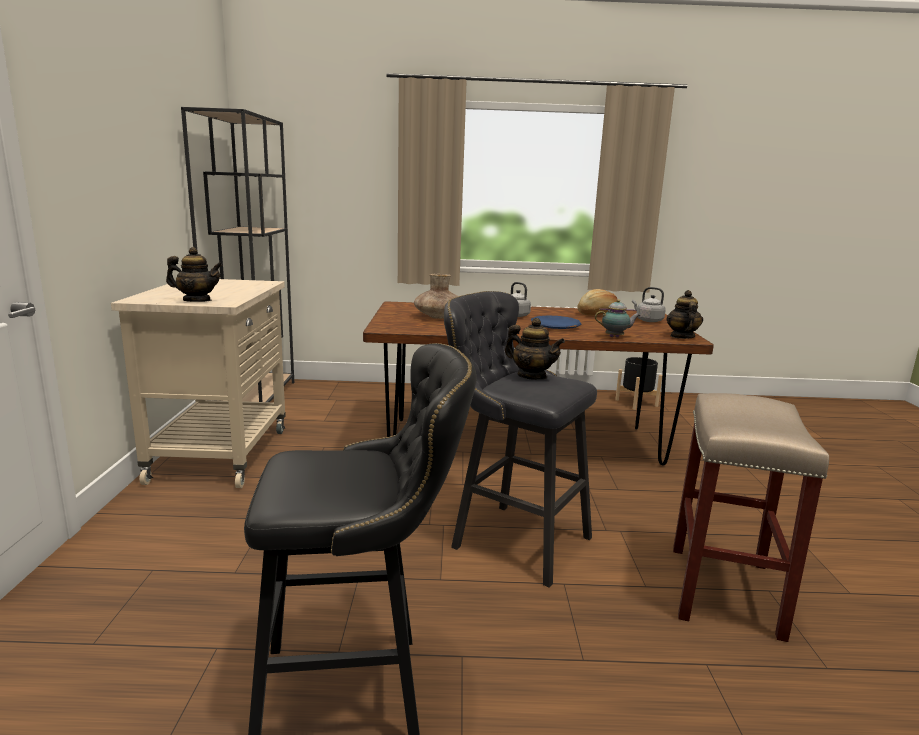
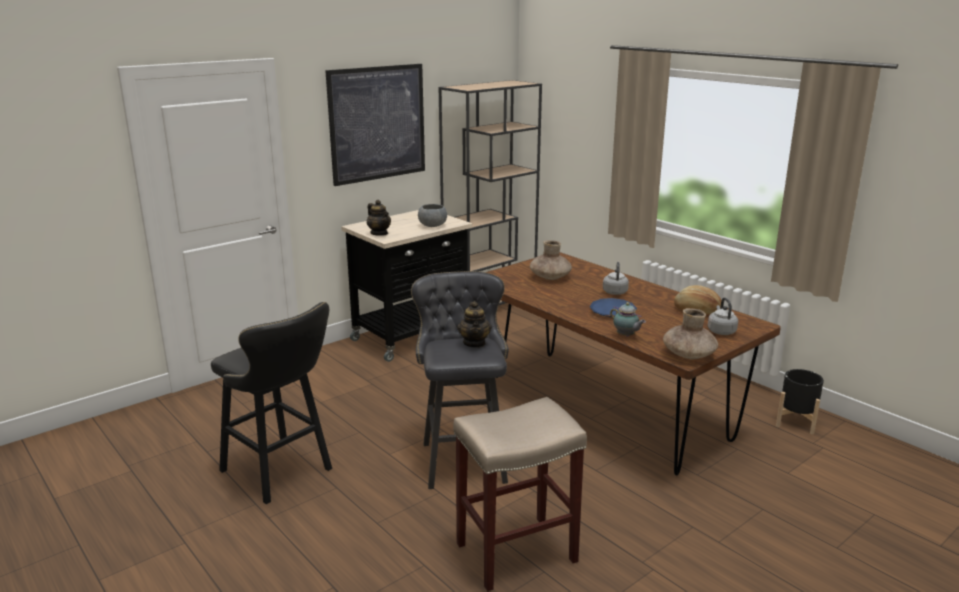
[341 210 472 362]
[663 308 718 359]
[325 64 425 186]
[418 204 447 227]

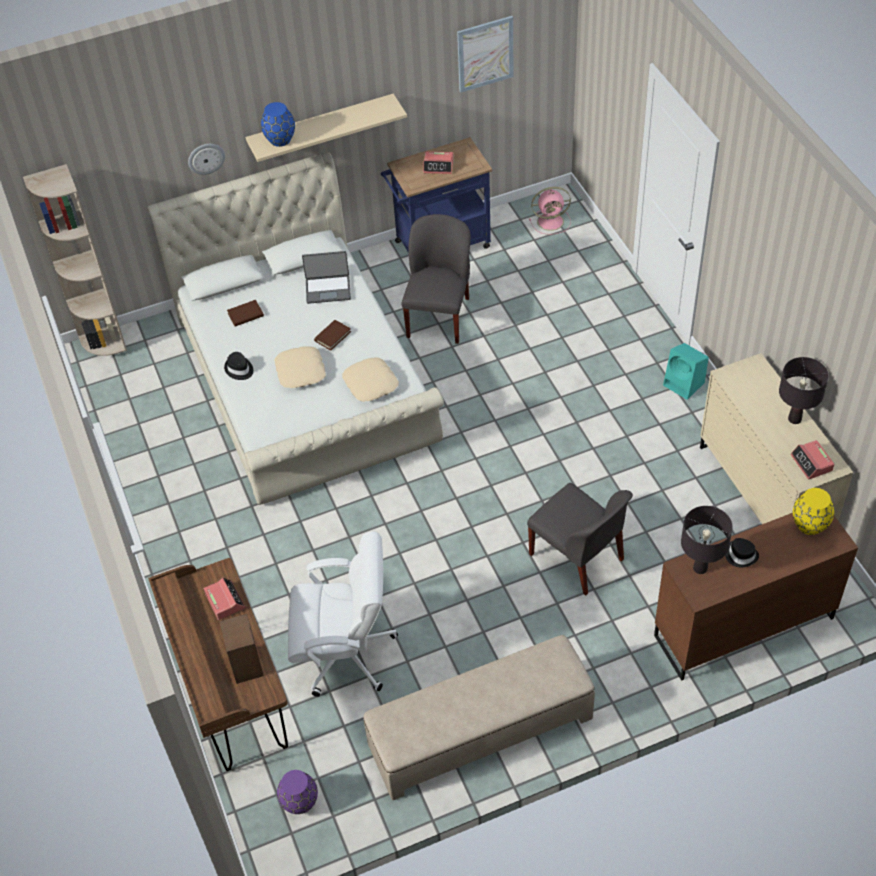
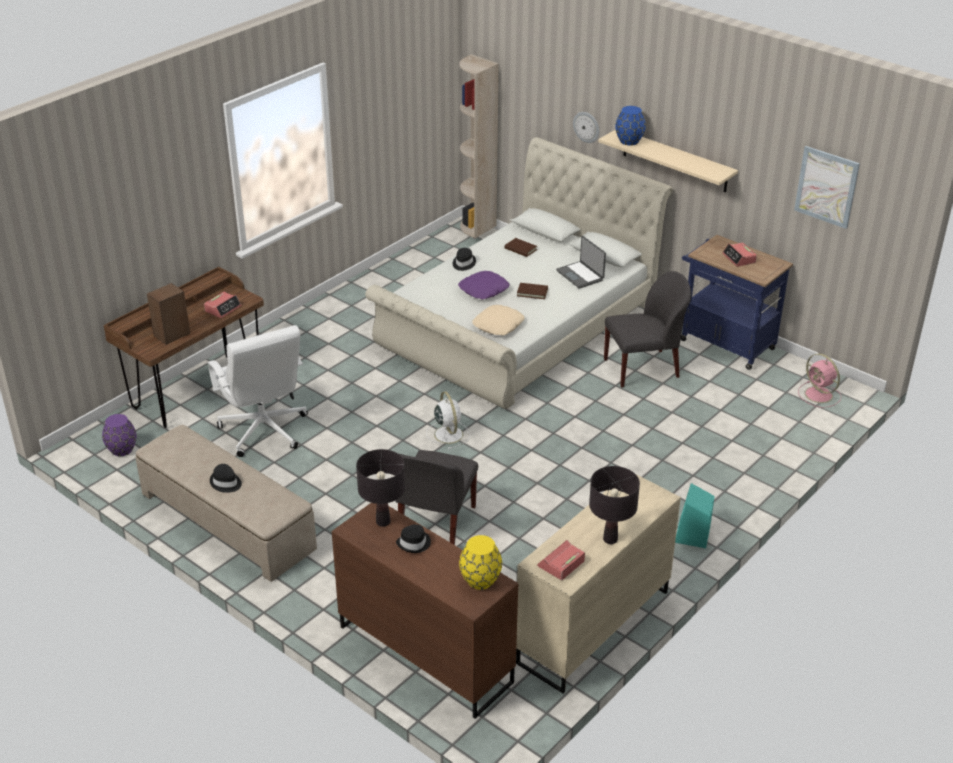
[458 271 509 300]
[210 464 242 493]
[426 391 469 449]

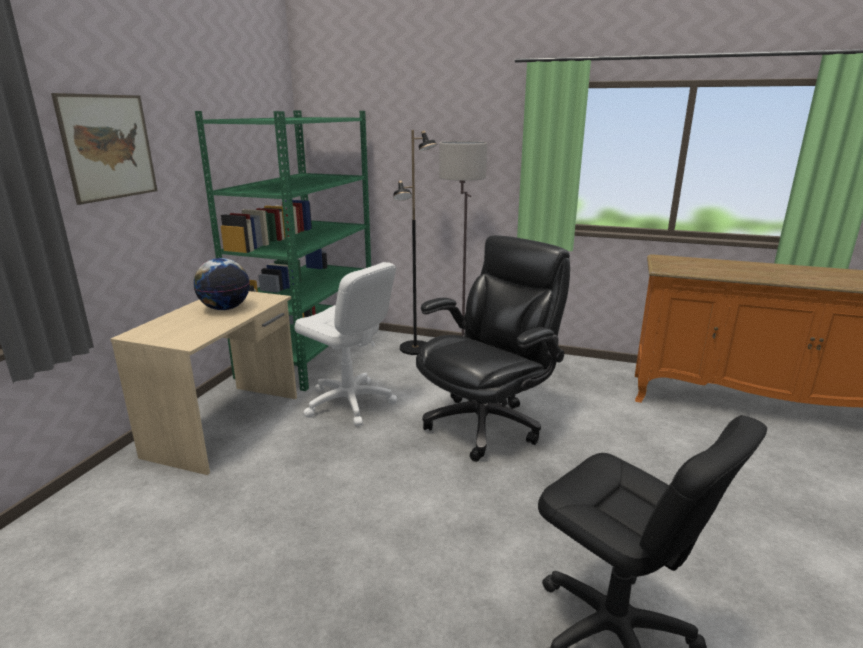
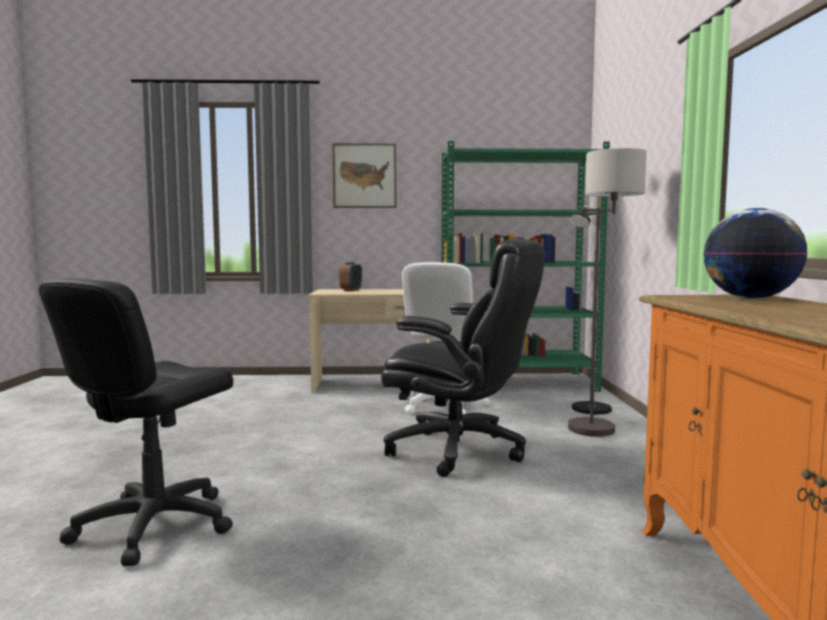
[703 208 808 299]
[340 262 362 291]

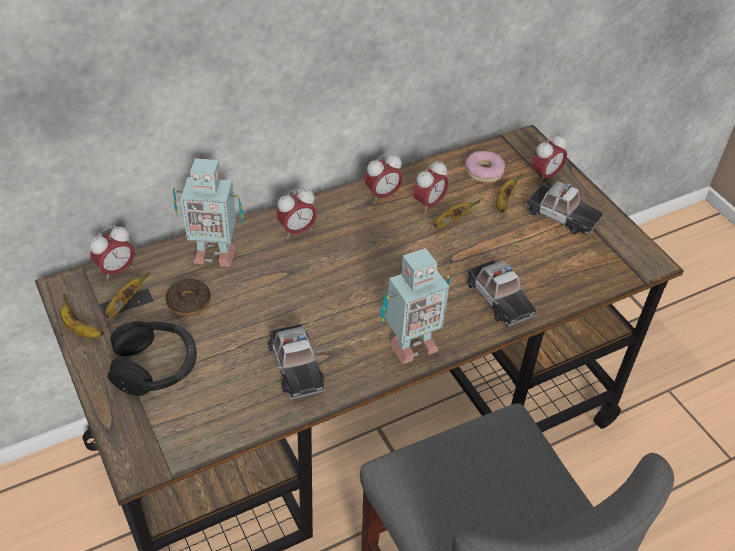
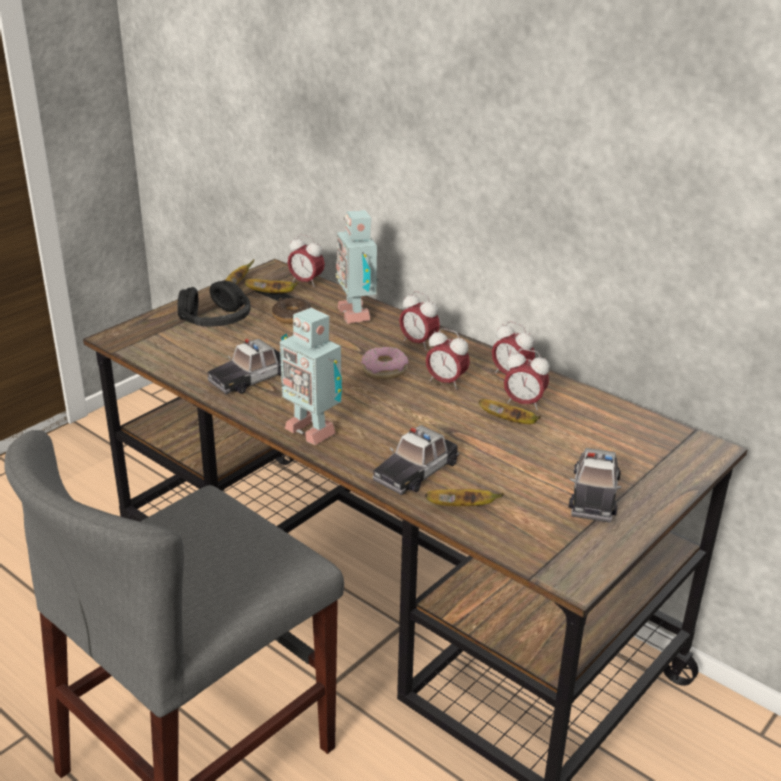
[361 347 408 379]
[425 489 504 506]
[426 328 470 390]

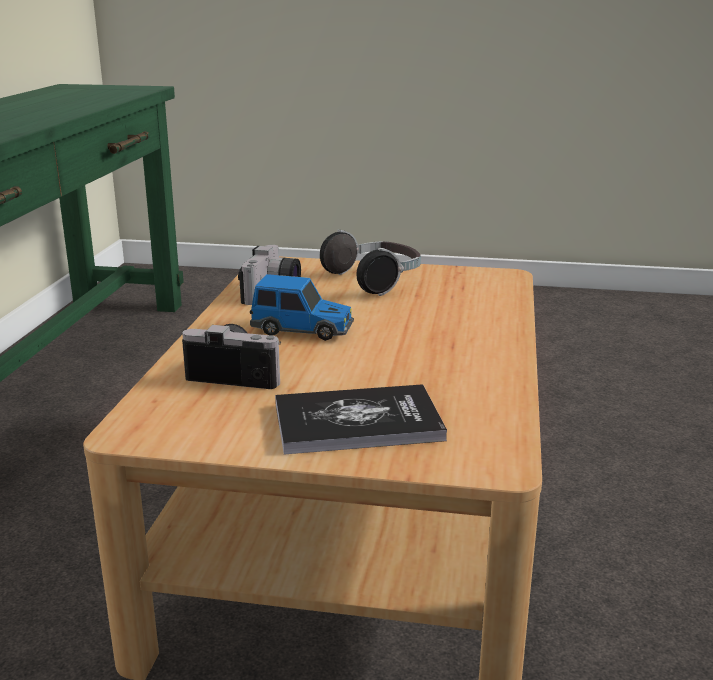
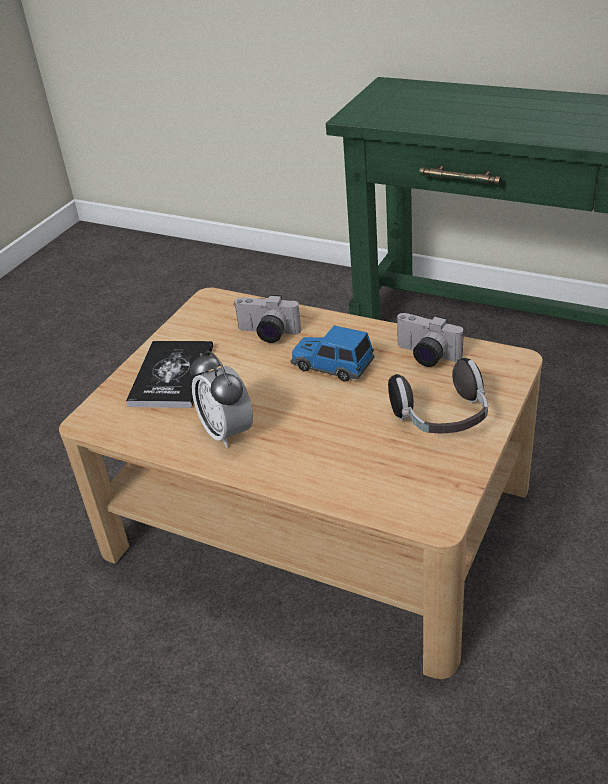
[233 295 301 343]
[290 325 375 381]
[190 350 253 448]

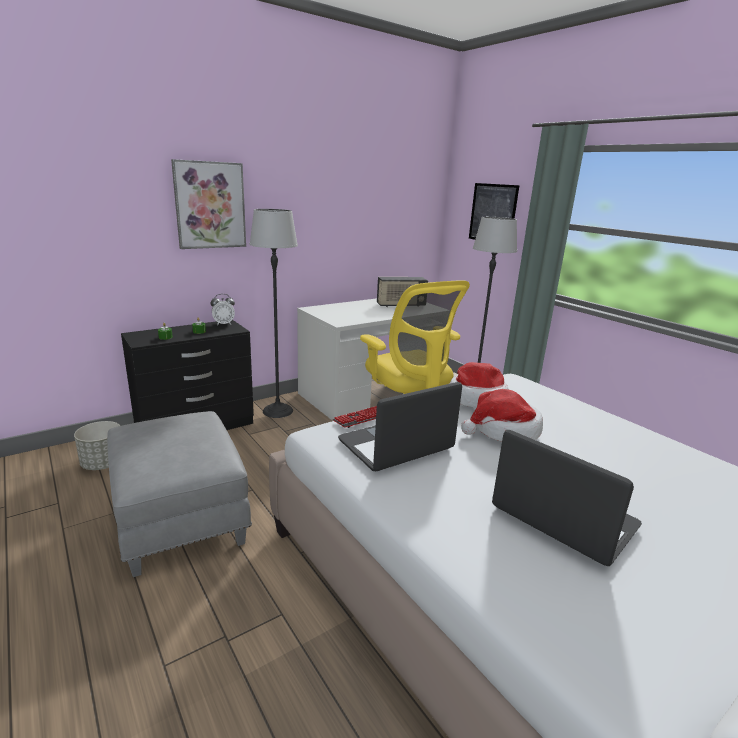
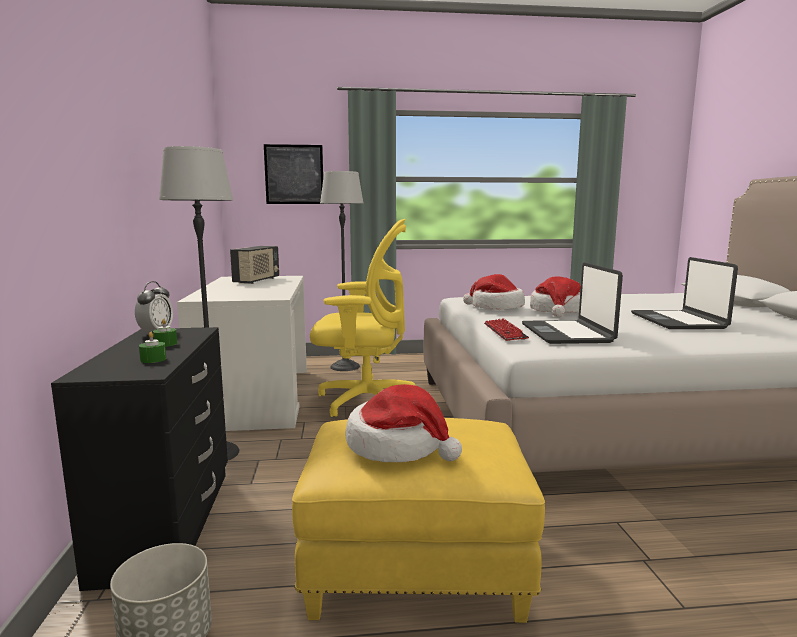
[292 418 545 623]
[171 159 246 249] (first image)
[631 257 738 329]
[345 384 462 462]

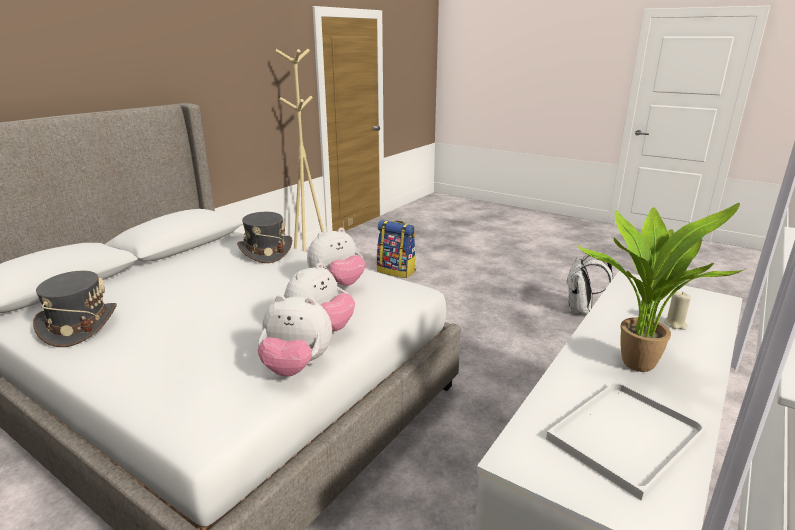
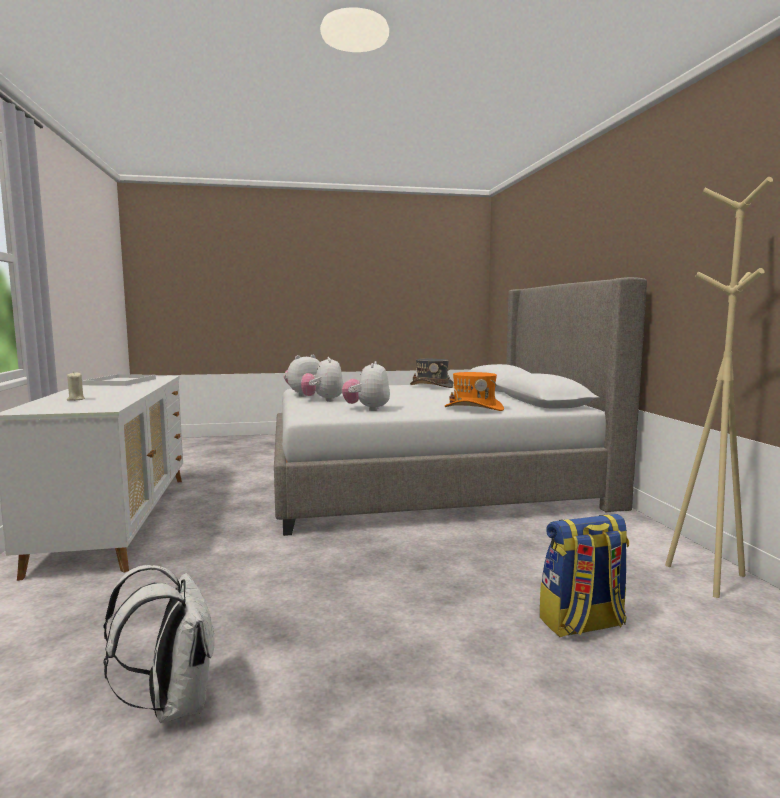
[445 372 504 411]
[576 203 745 372] (first image)

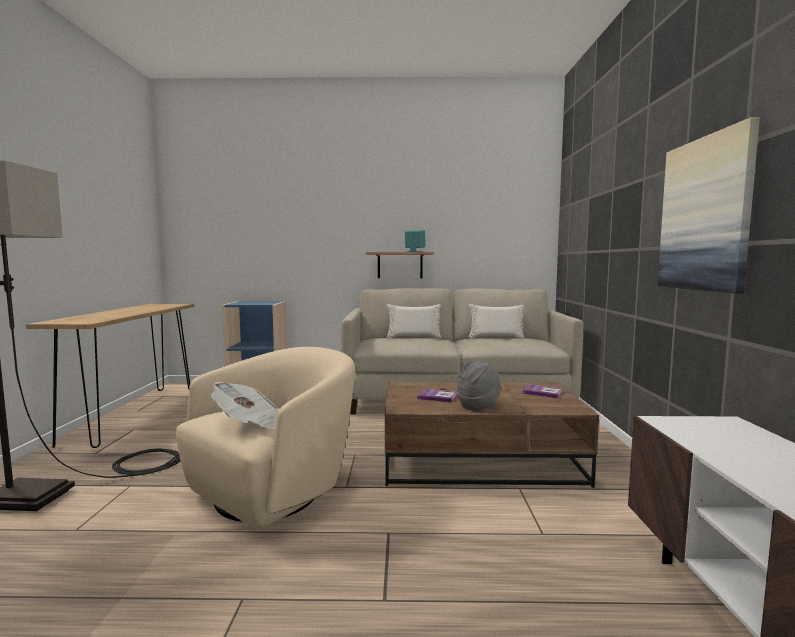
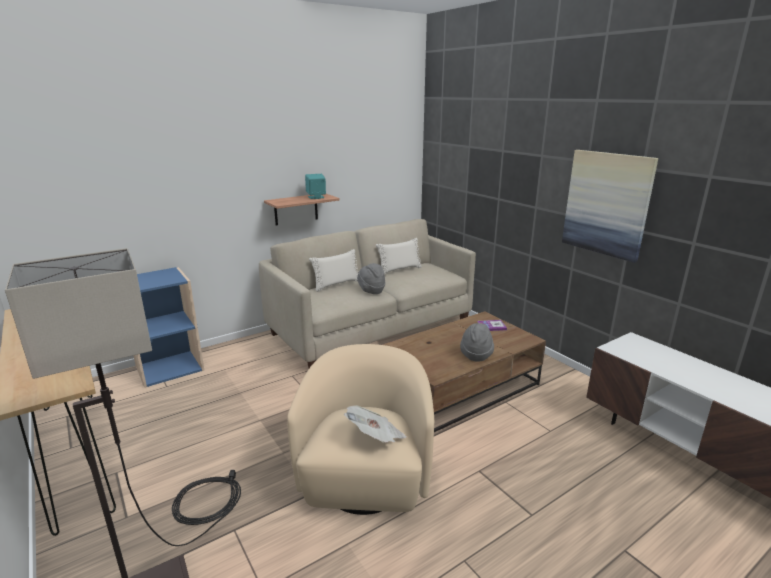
[417 389 457 402] (first image)
[357 263 386 294]

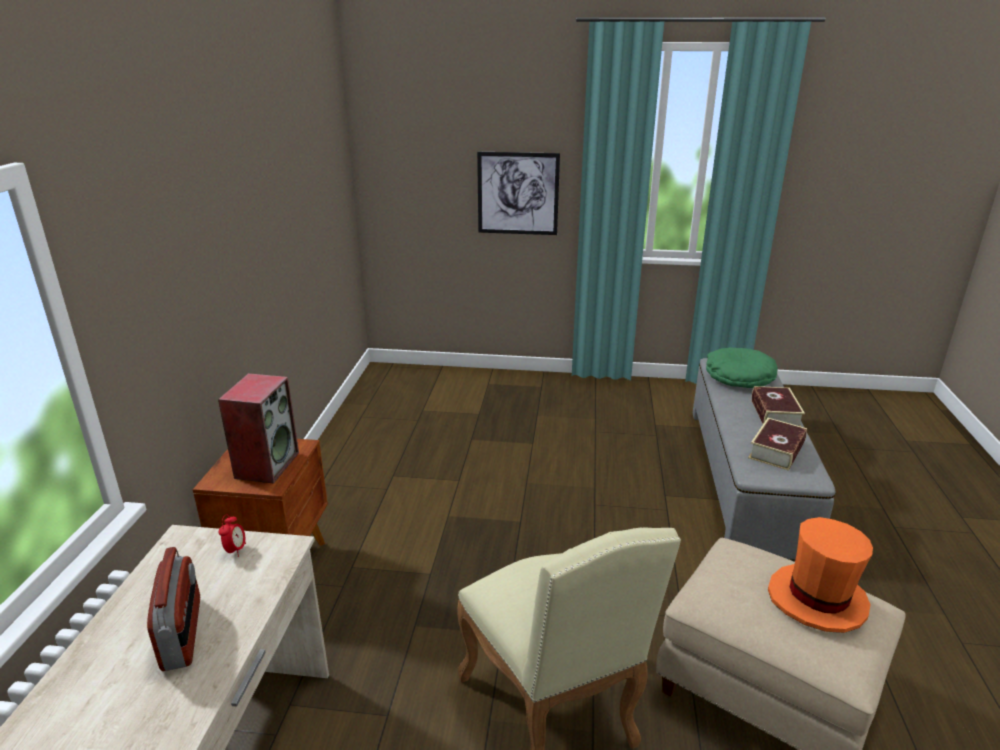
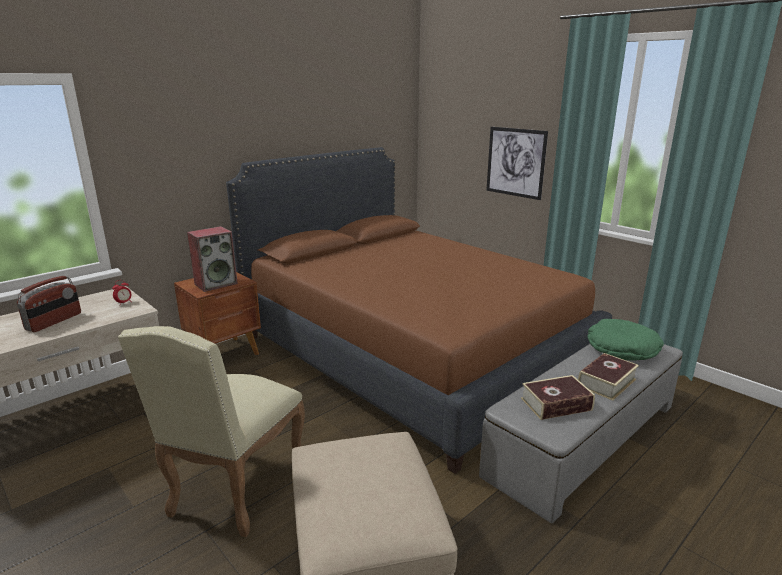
[768 517 873 633] (first image)
[226 147 612 474]

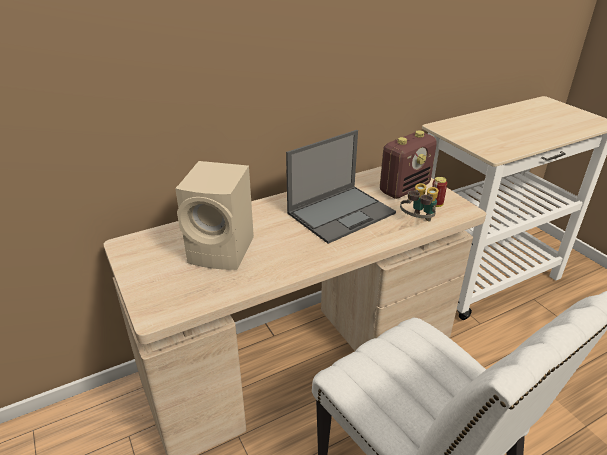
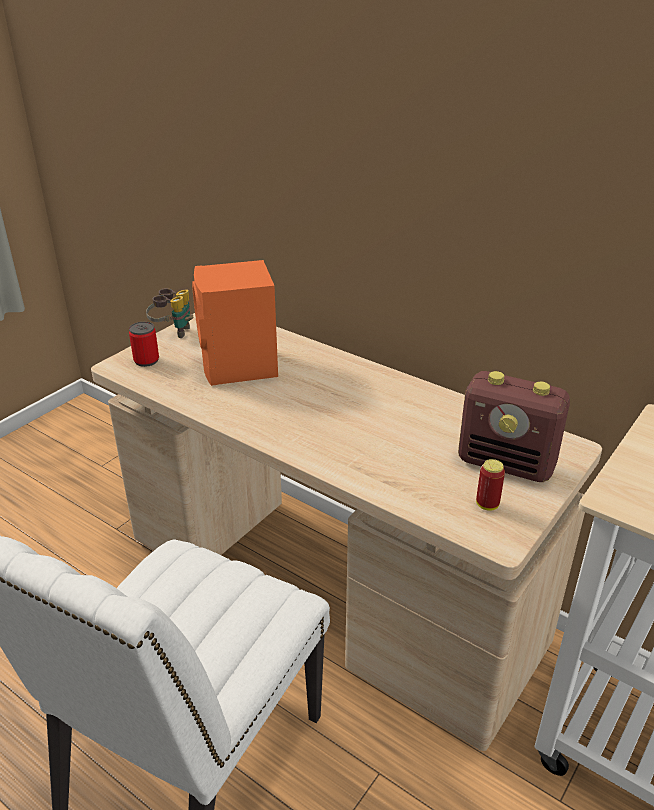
[192 260 278 386]
[286 130 396 244] (first image)
[146 288 193 338]
[129 322 159 367]

